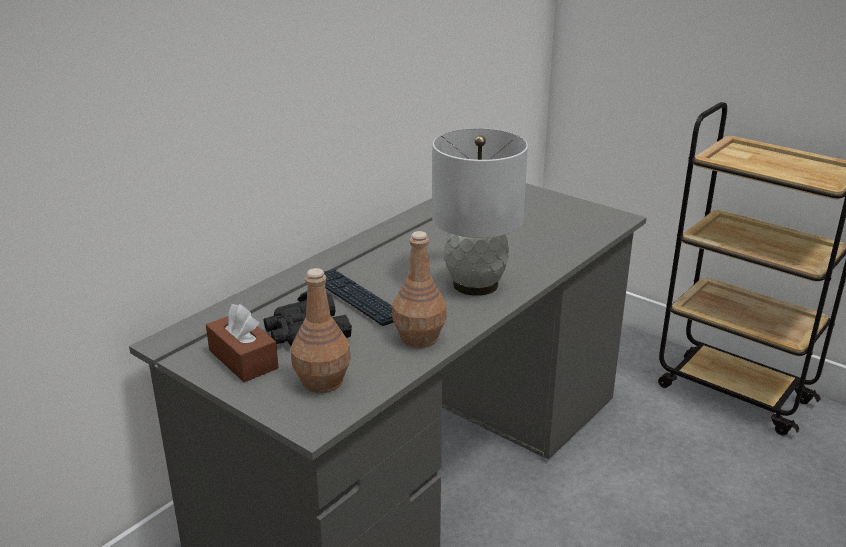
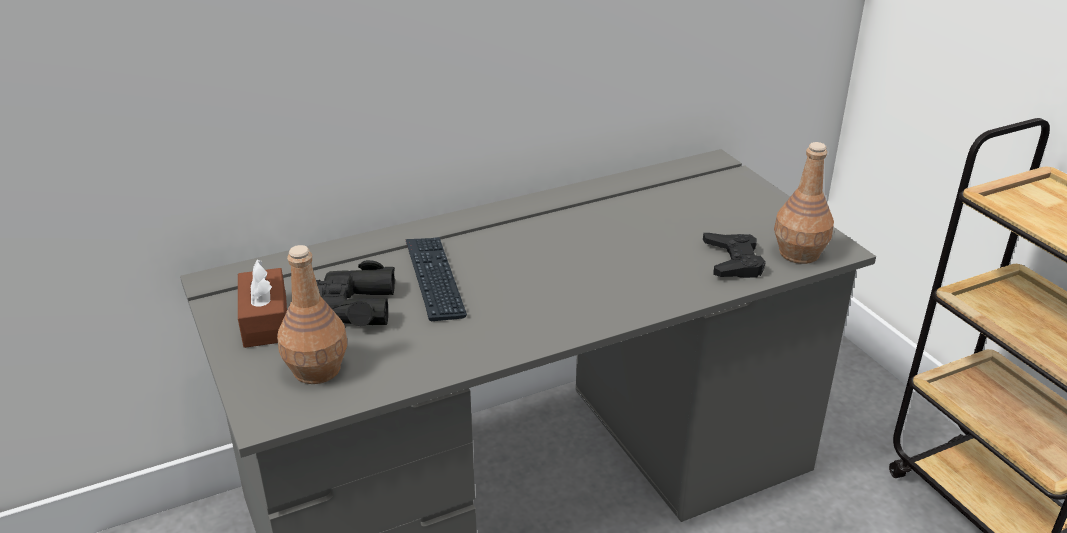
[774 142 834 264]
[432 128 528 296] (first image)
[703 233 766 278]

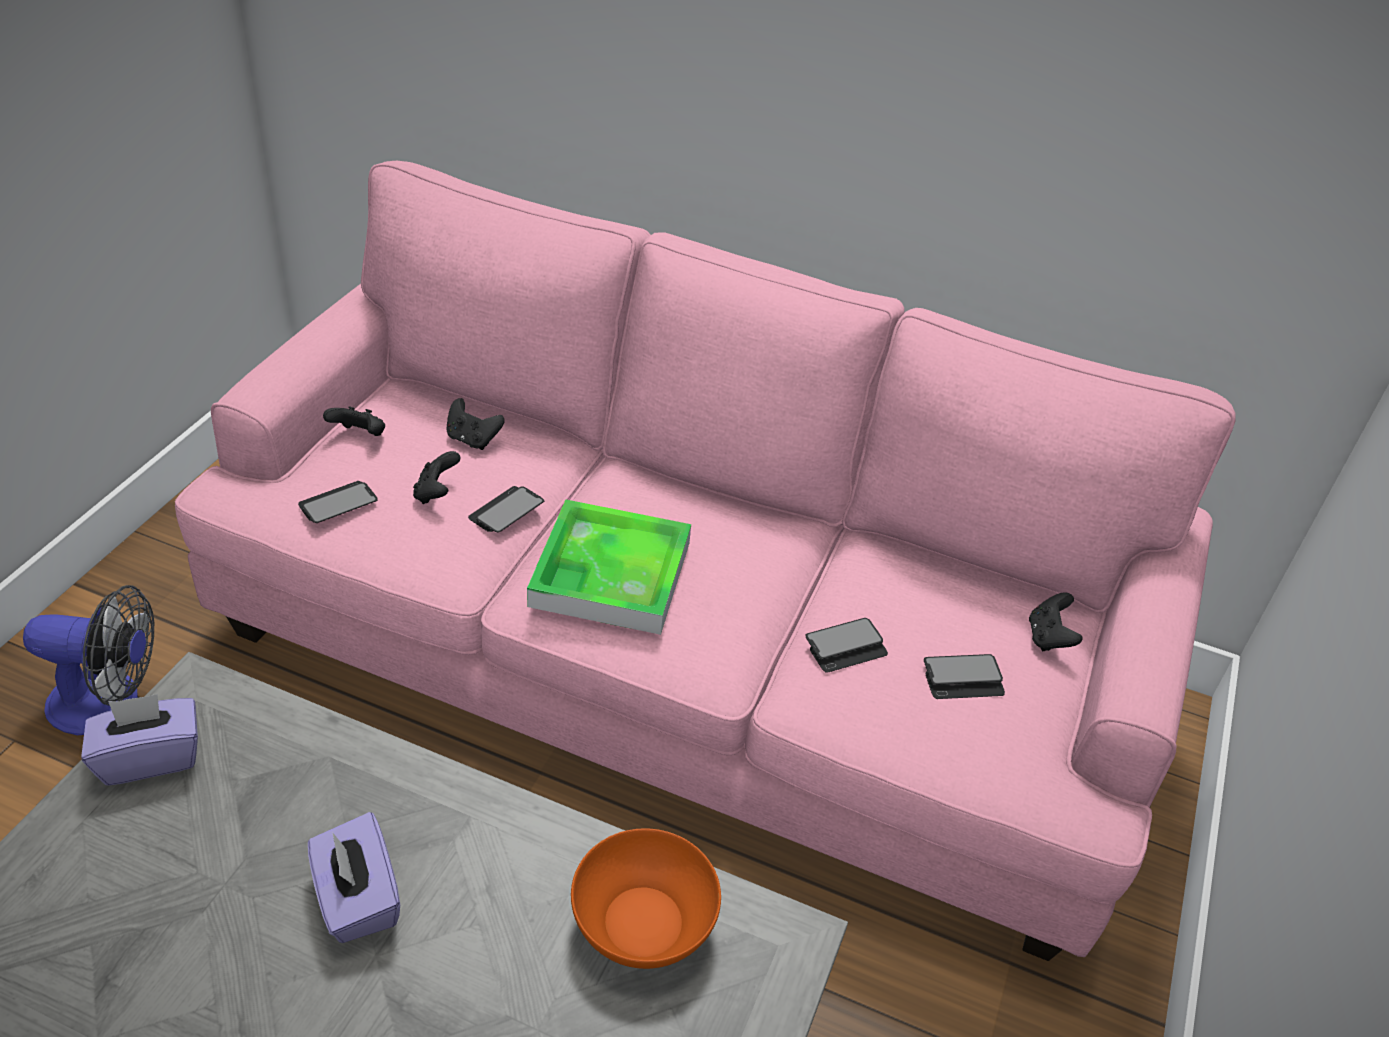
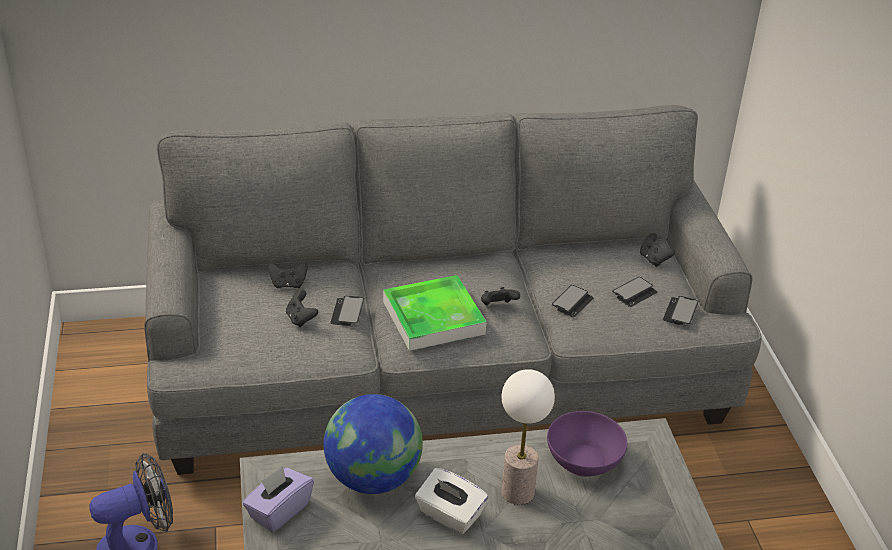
[144 105 762 475]
[663 296 698 325]
[415 468 488 534]
[481 287 520 305]
[547 411 627 477]
[324 394 423 494]
[502 369 555 505]

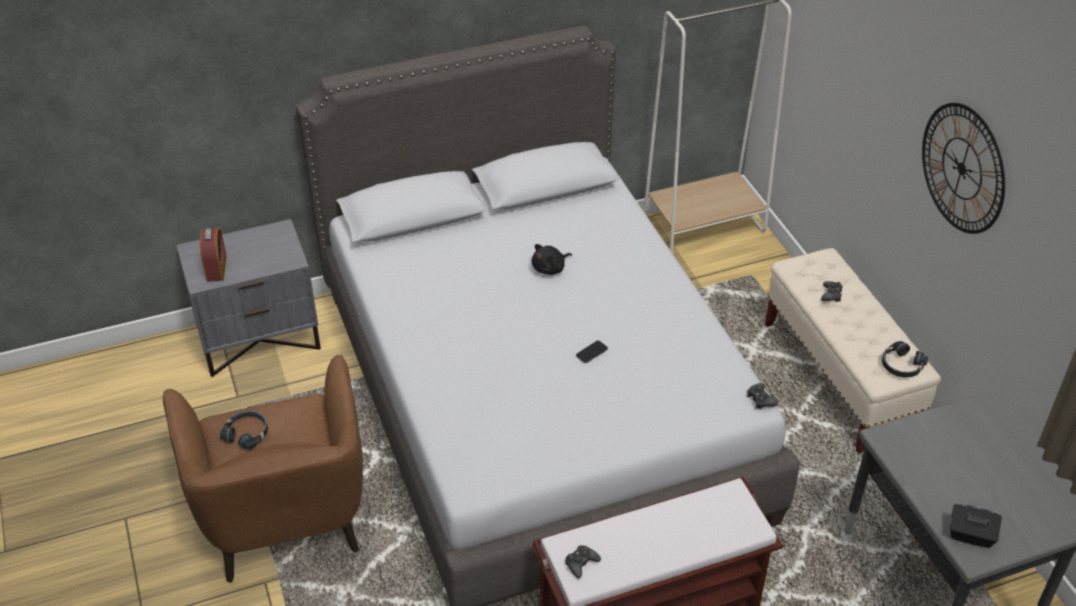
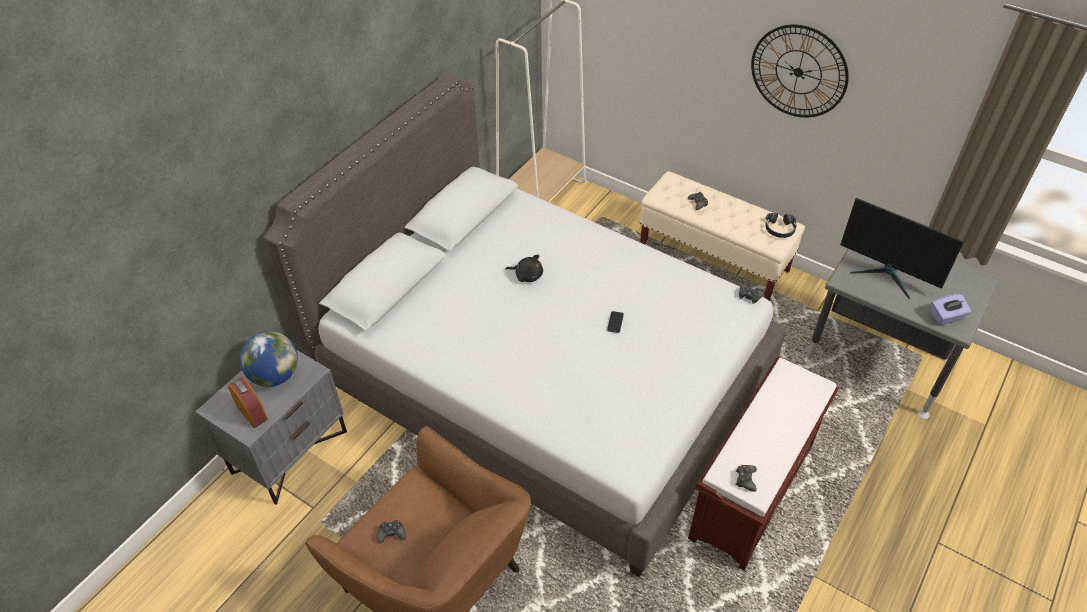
[378 520 406 544]
[506 255 543 282]
[930 294 971 325]
[240 331 298 387]
[840 198 964 299]

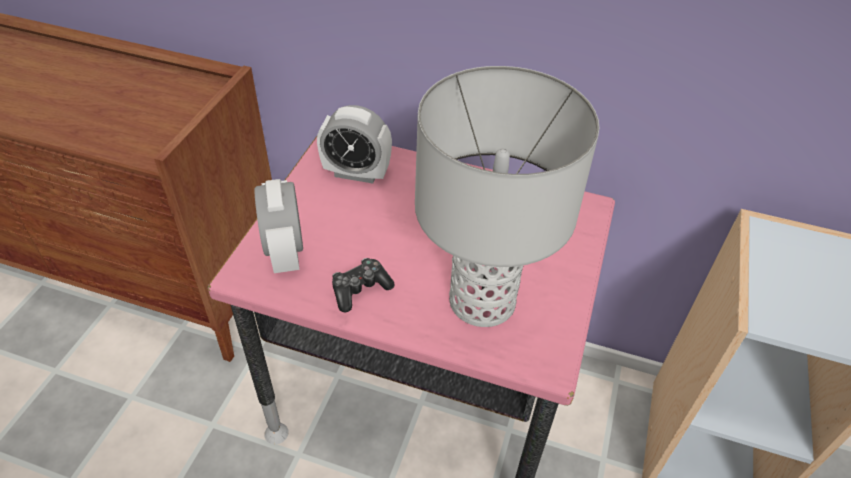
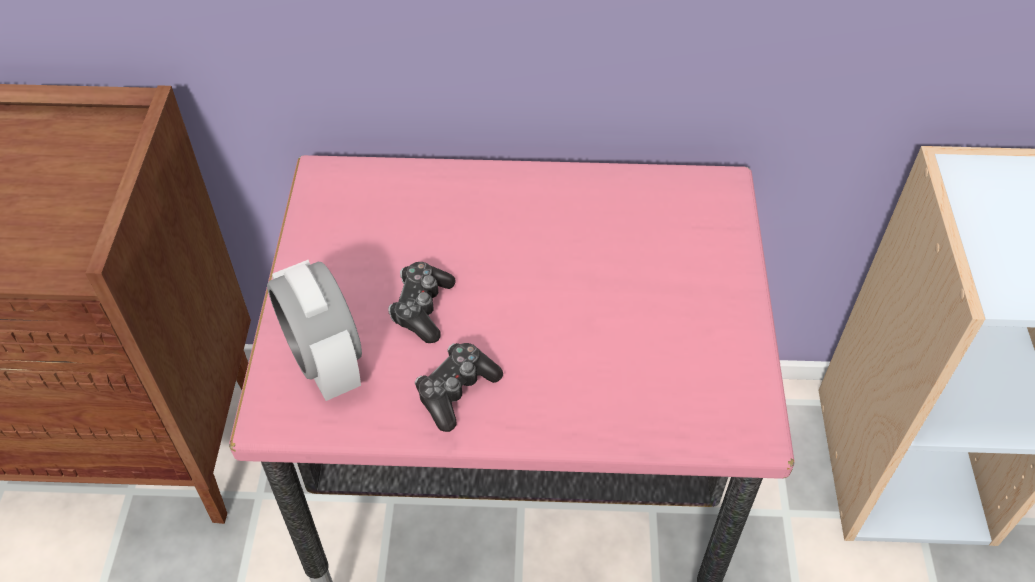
[317 105 392 184] (first image)
[415 66 599 327] (first image)
[388 262 455 343]

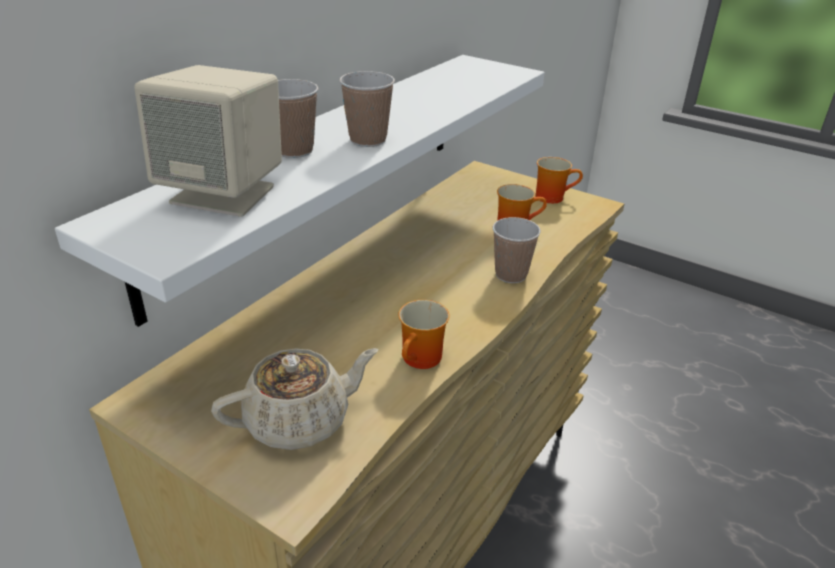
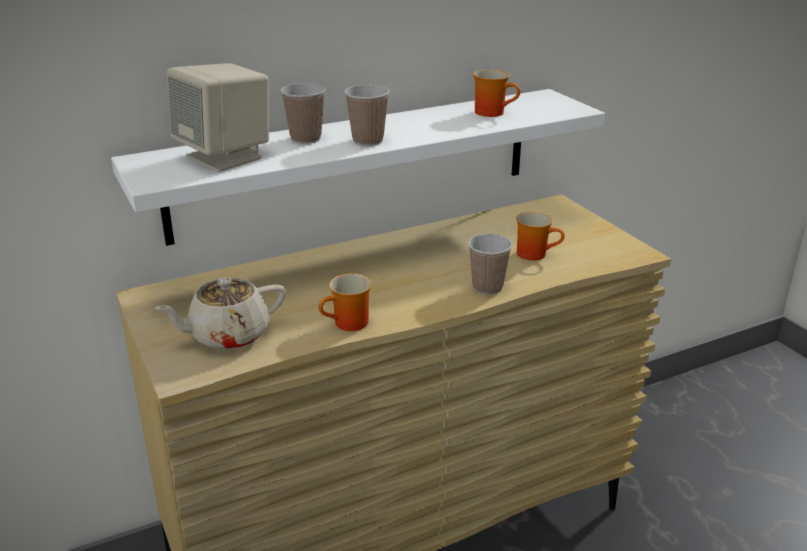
[154 277 286 350]
[473 70 520 117]

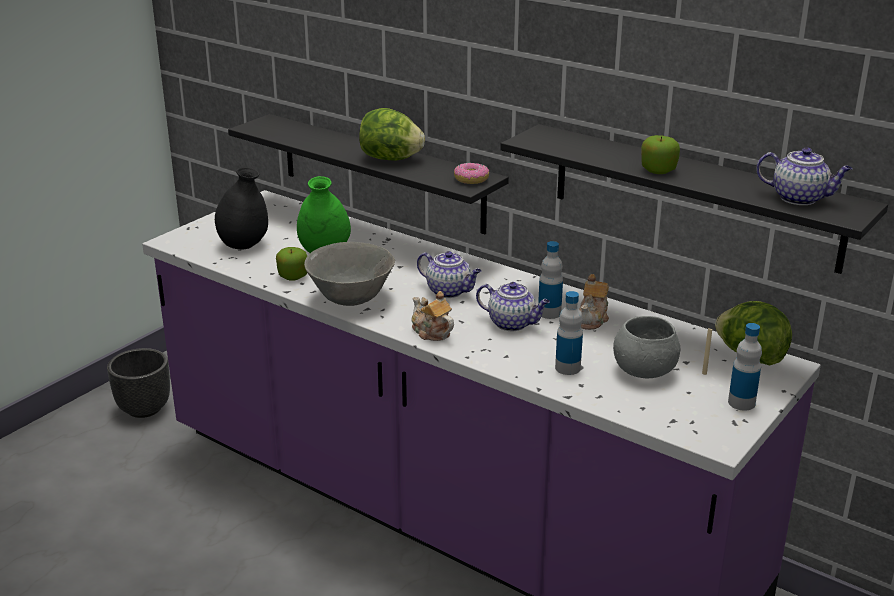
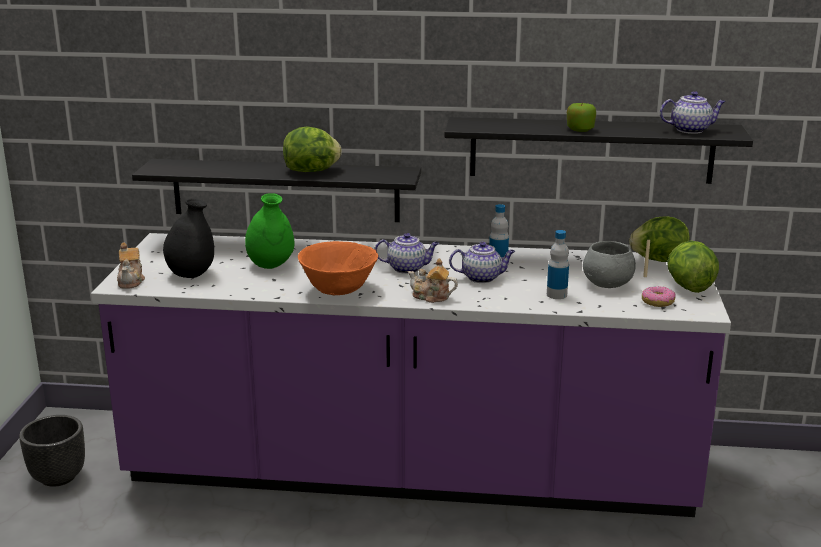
[276 247 307 281] (first image)
[298 241 378 295]
[642 286 676 307]
[117 242 145 289]
[667 241 719 293]

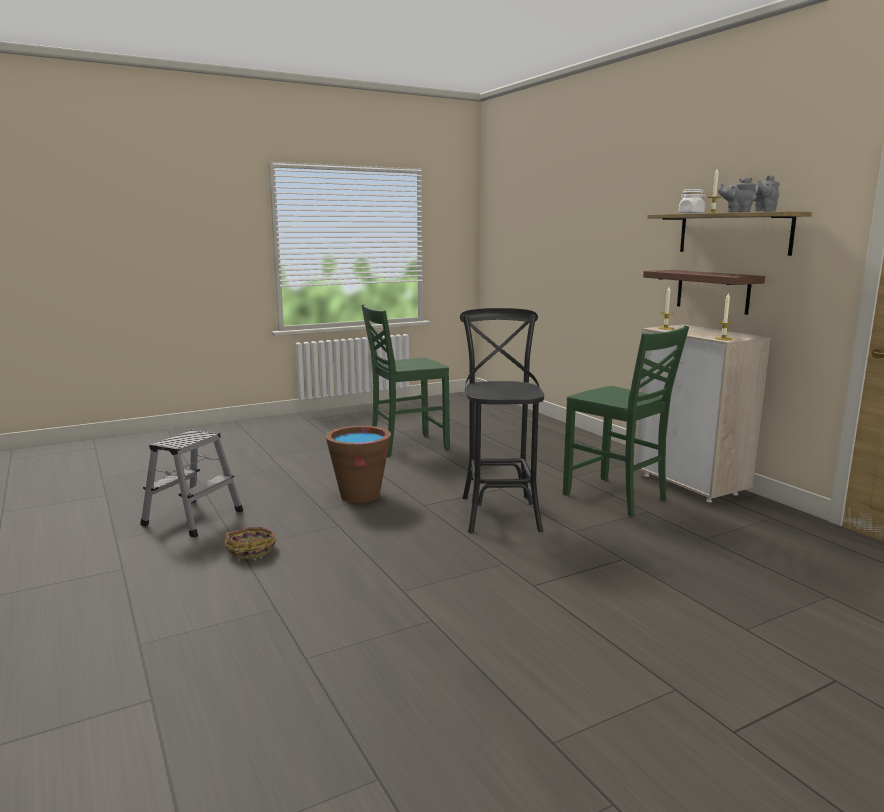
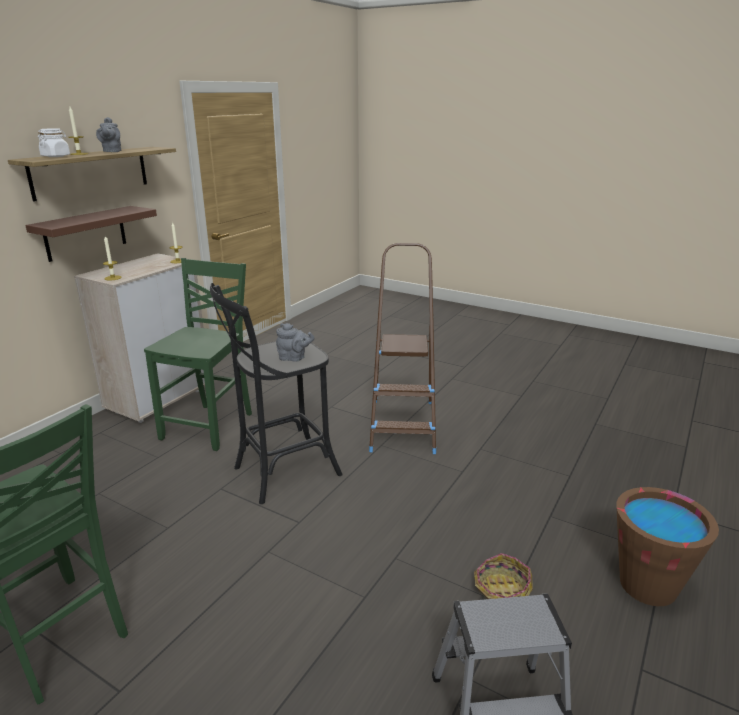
[616 487 719 606]
[276 323 314 362]
[369 243 436 454]

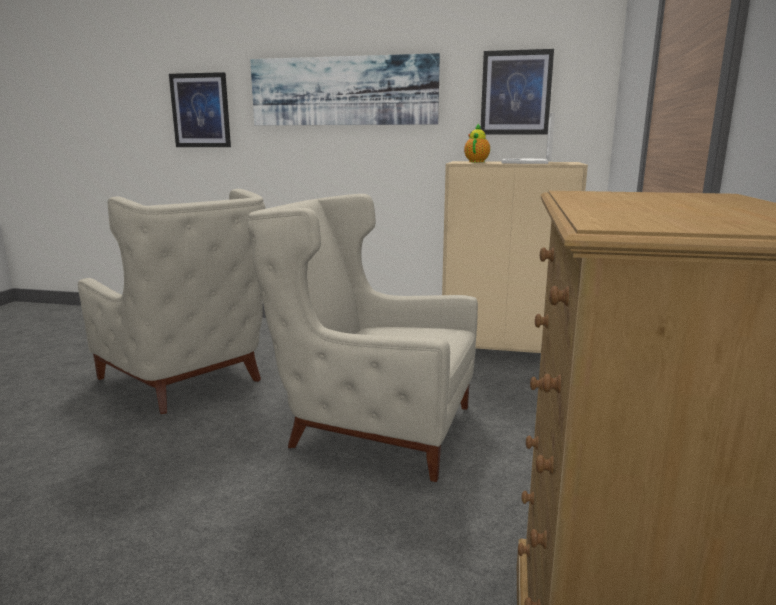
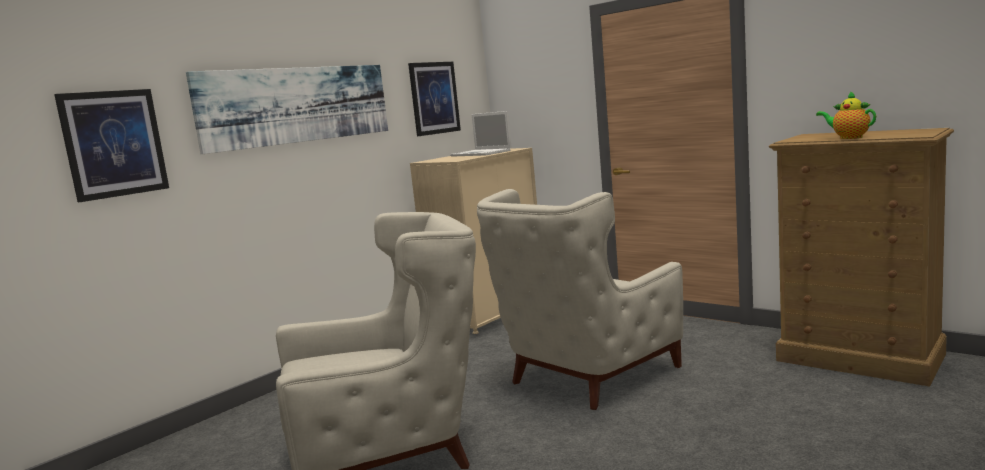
[816 91 876 139]

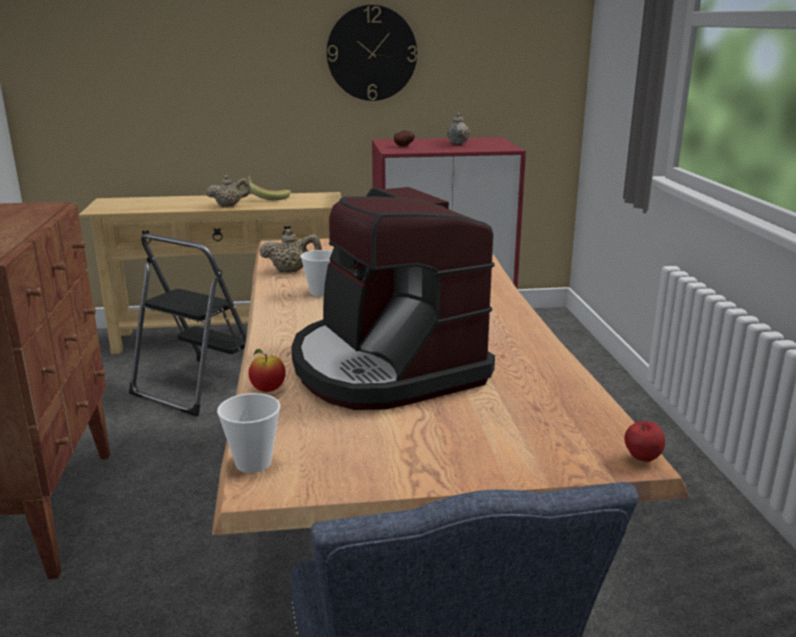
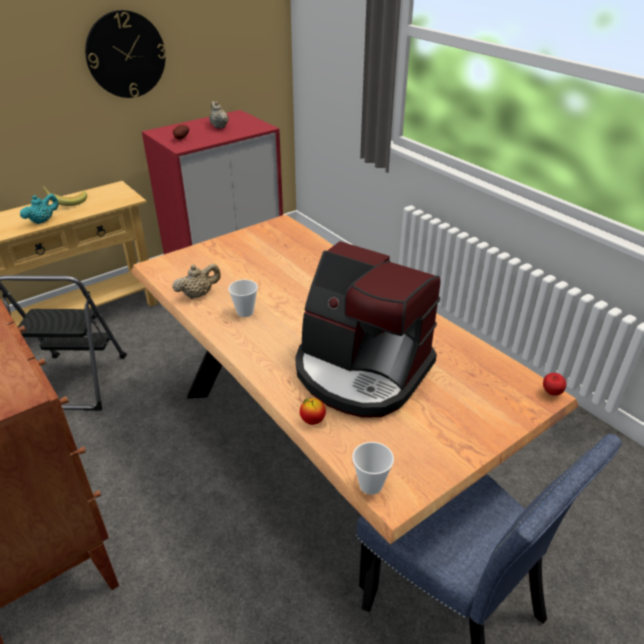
[20 194 59 224]

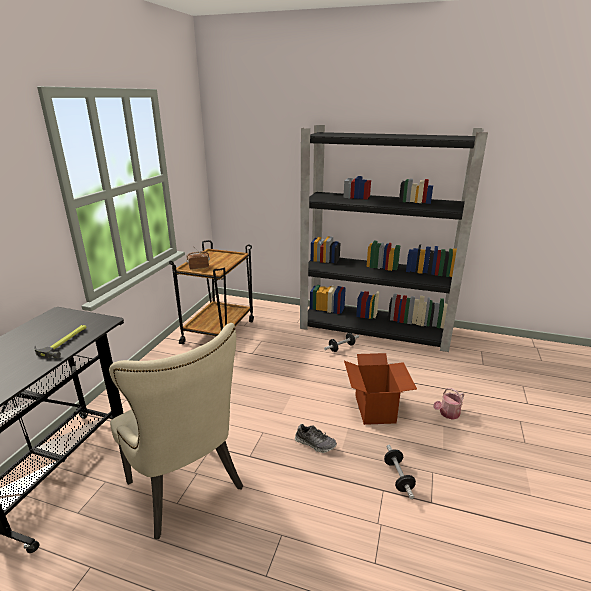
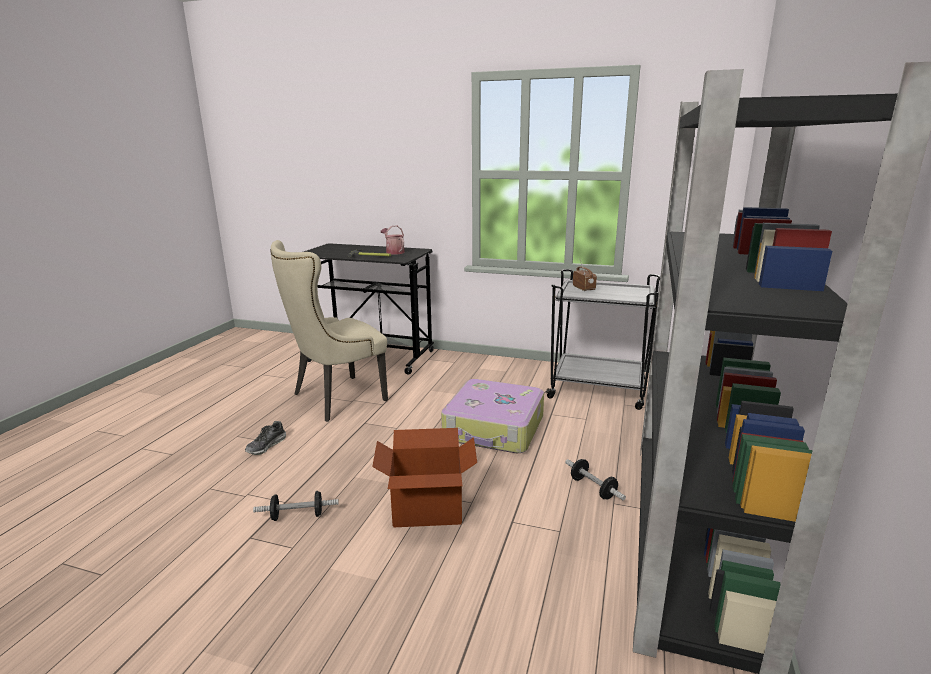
[544 269 660 410]
[245 421 286 455]
[381 225 405 255]
[441 379 544 453]

